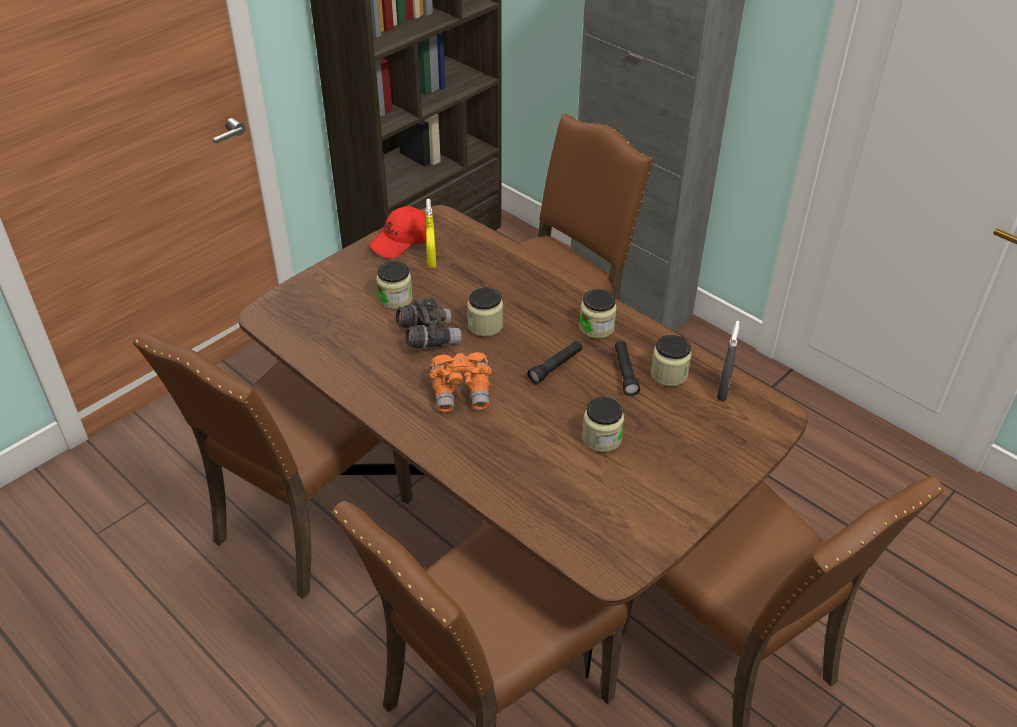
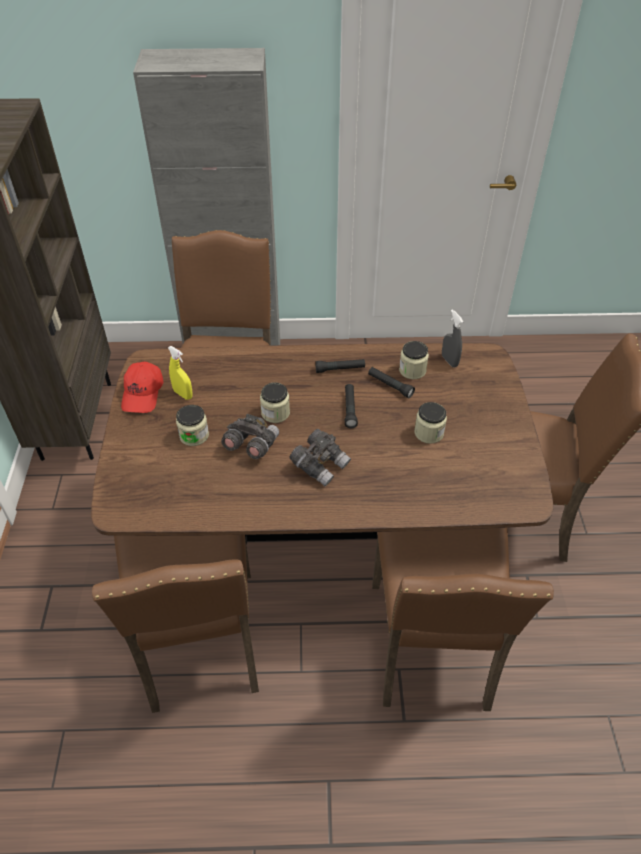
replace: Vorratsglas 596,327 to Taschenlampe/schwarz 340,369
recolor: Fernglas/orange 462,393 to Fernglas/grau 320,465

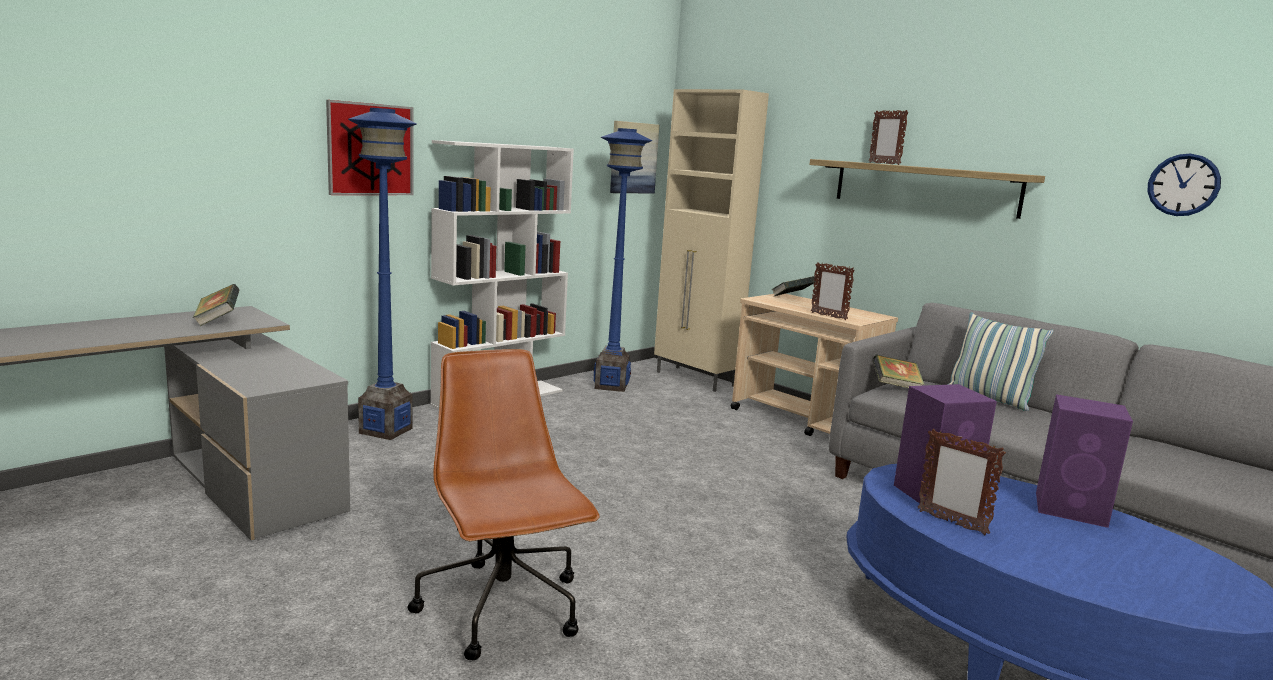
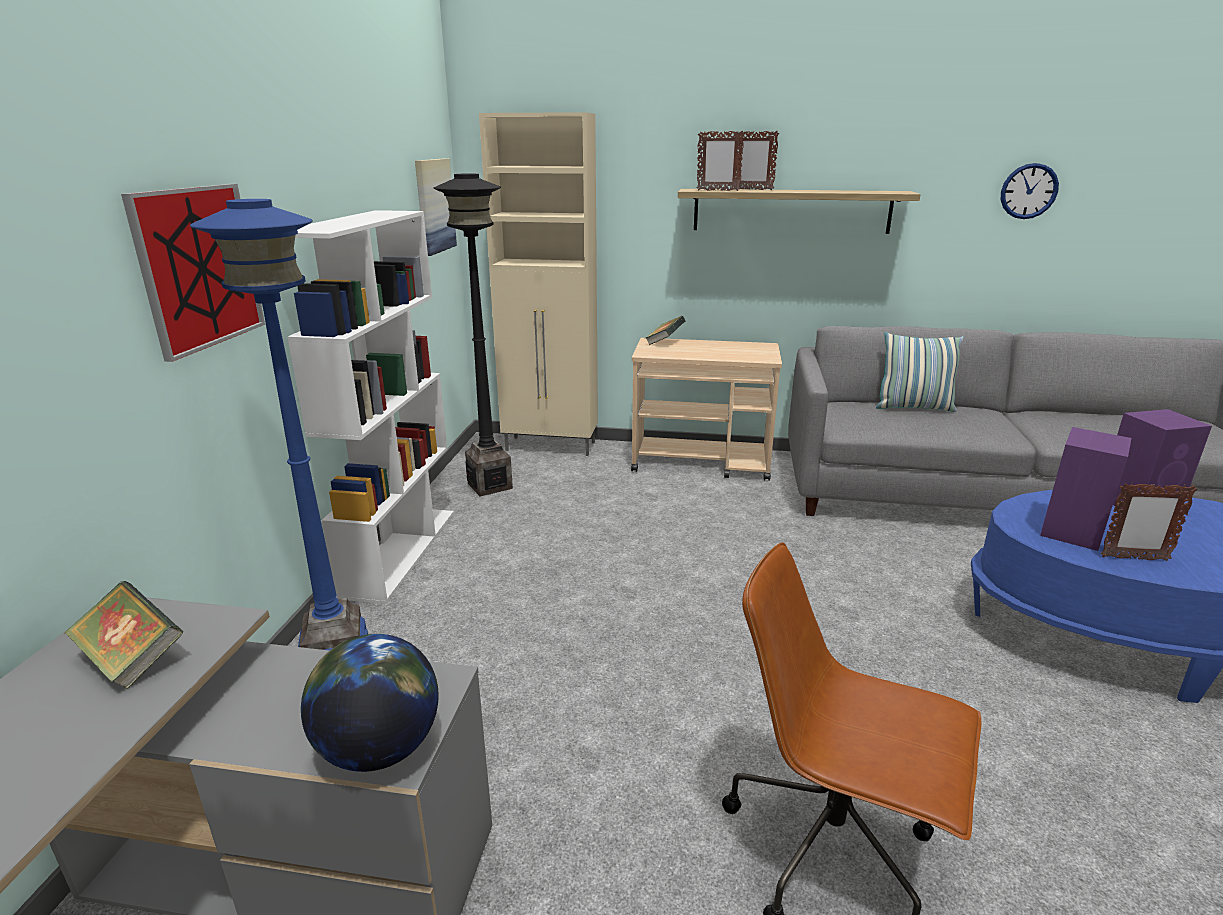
delete: Buch 895,387
insert: Globus 379,748
move: Bilderrahmen 828,316 to 717,190
recolor: Stehlampe/blau 611,386 to Stehlampe/schwarz 490,485

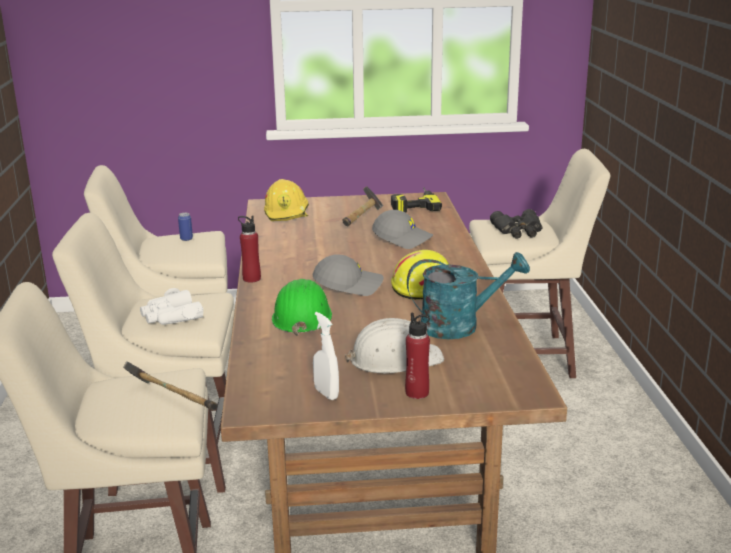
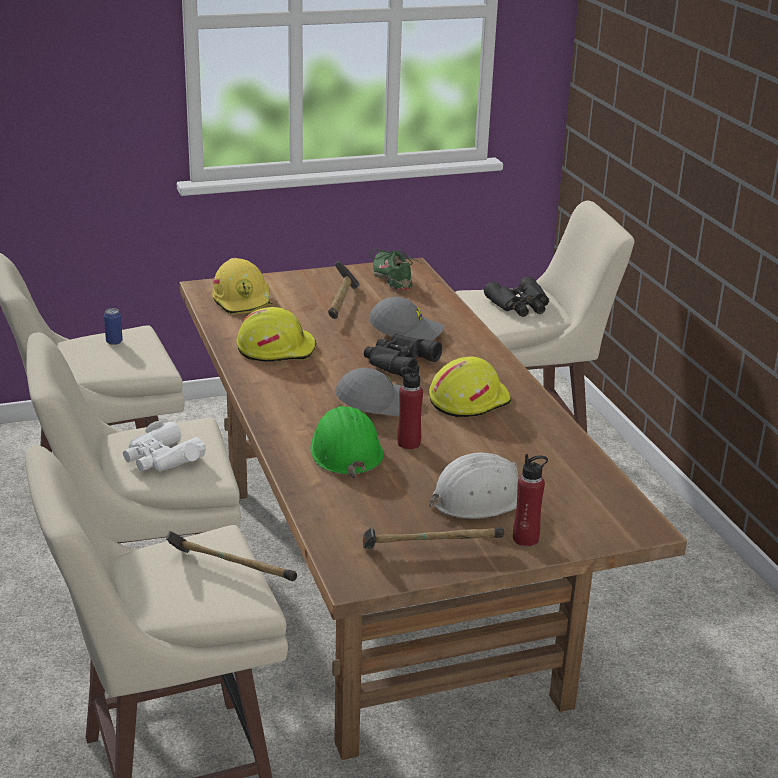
delete: Gießkanne/türkis 460,326
insert: Schutzhelm/gelb 276,349; Fernglas/schwarz 397,362
move: Flasche/rot 251,279 to 408,443
replace: Bohrmaschine 413,204 to Schuh/grün 393,278; Sprühflasche/weiß 326,393 to Hammer 428,550

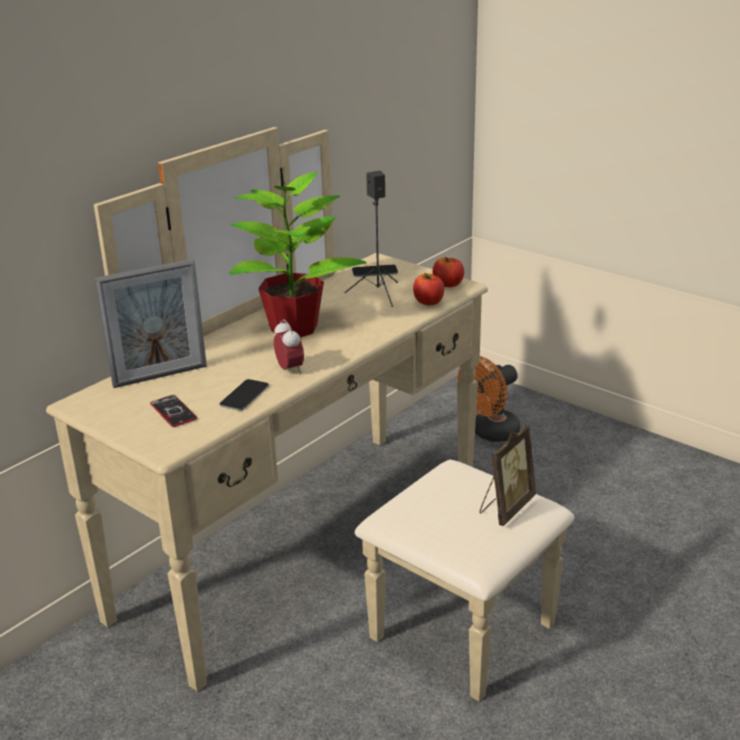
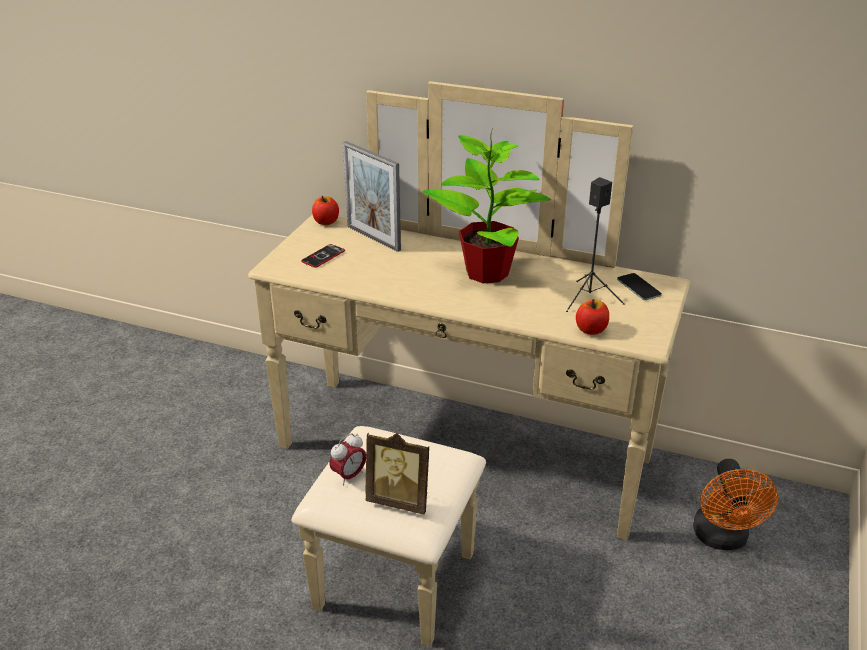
delete: Handy 244,395
move: Apfel 448,284 to 326,222; Wecker 290,370 to 349,476
rotate: Ventilator/orange 490,433 = 722,539 120 degrees counterclockwise

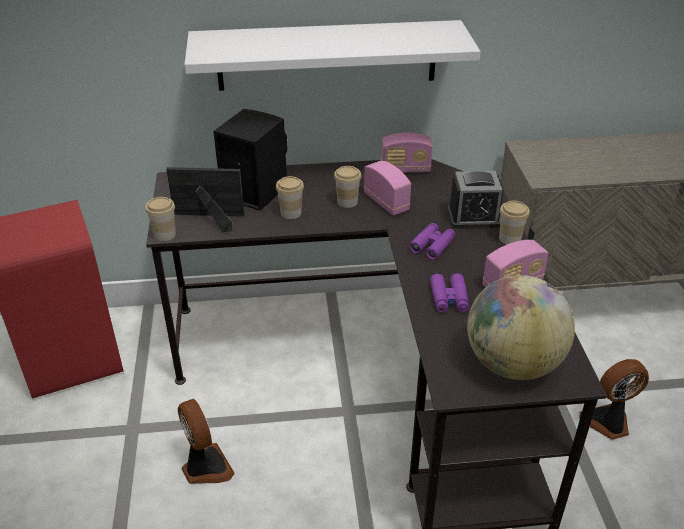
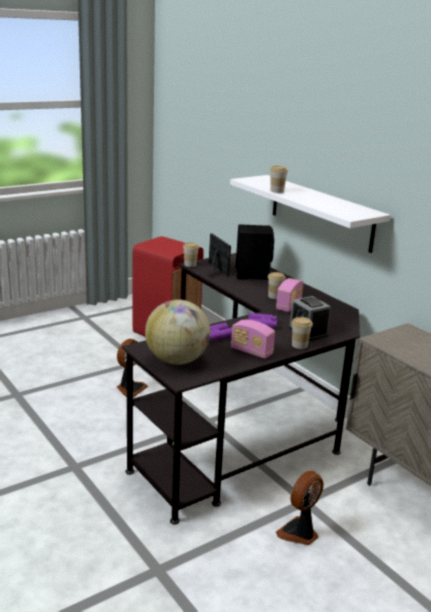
delete: Radio 405,169
move: Tasse 291,213 to 277,191
rotate: Ventilator 608,423 = 299,533 90 degrees counterclockwise

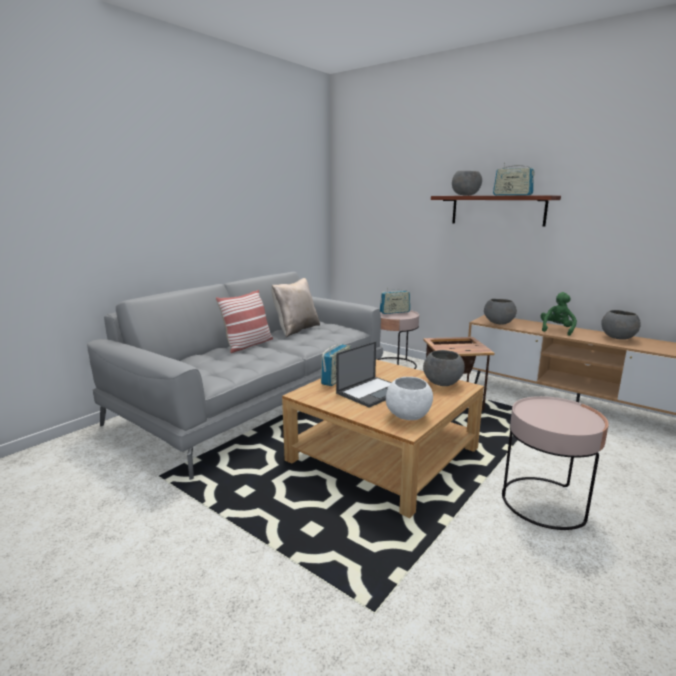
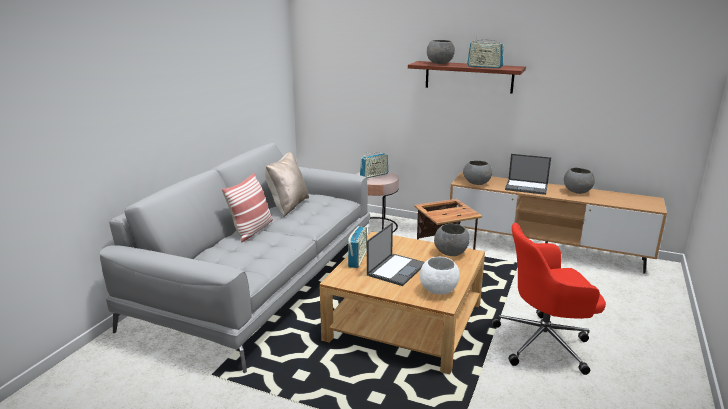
replace: Plüschtier/grün 556,330 to Laptop 527,187; Beistelltisch/rosa 544,502 to Bürostuhl/rot 544,343

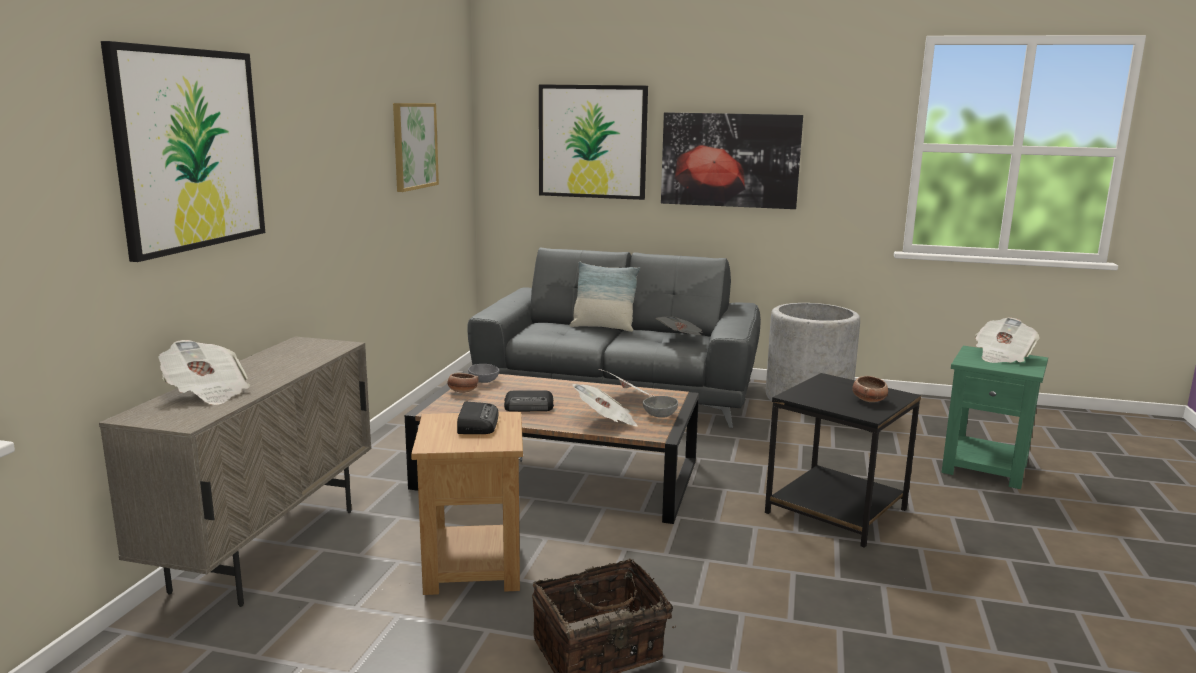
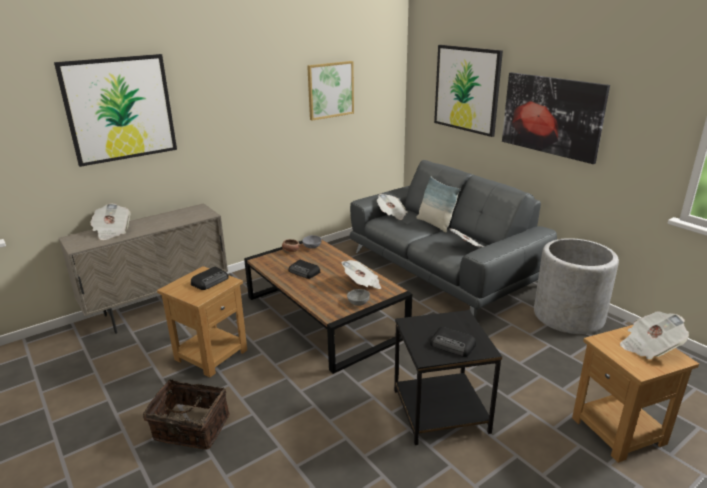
move: Zeitung 606,421 to 392,214
replace: Schüssel 869,400 to Radio 453,345
recolor: Beistelltisch/grün 986,468 to Beistelltisch/braun 619,431

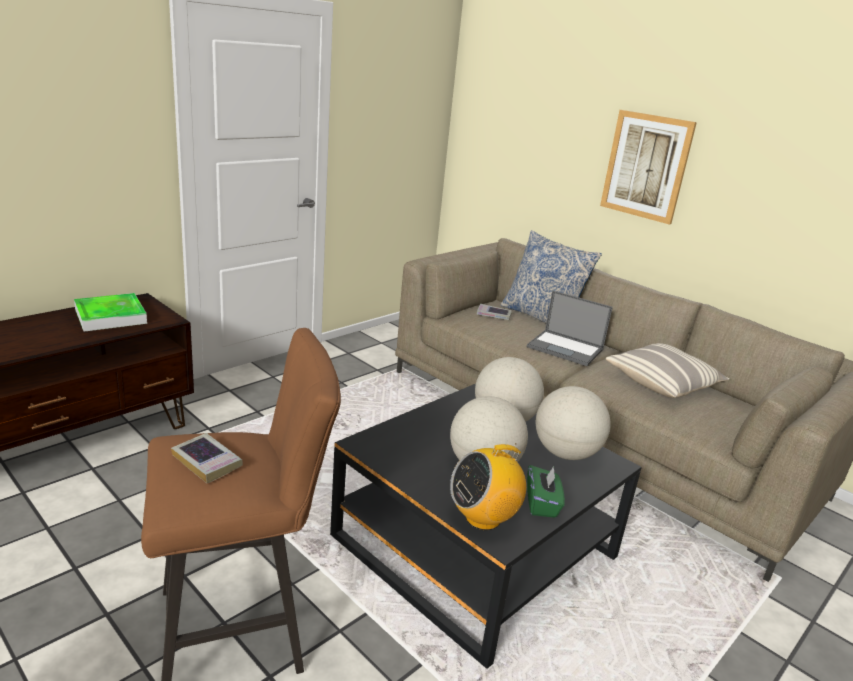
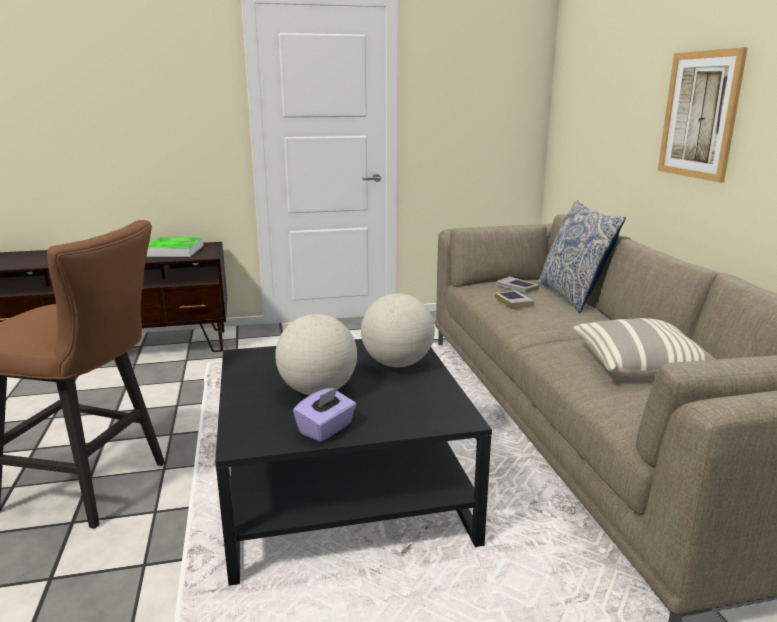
delete: Laptop 566,348; Globus 565,453; Radio 483,518
move: Buch 207,462 to 513,302
recolor: Taschentuchbox/grün 542,504 to Taschentuchbox/lila 326,429

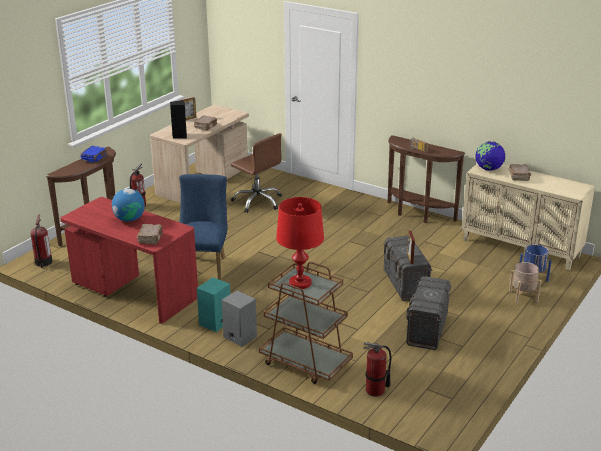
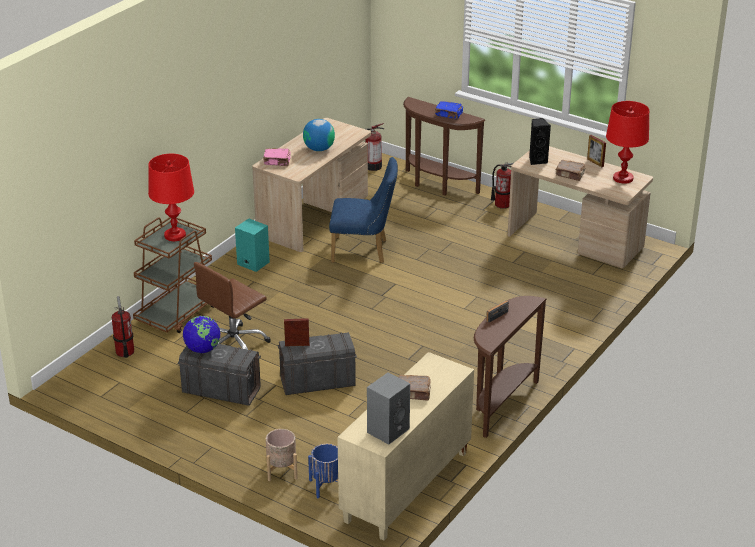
insert: Tischlampe/rot 623,178
move: Bürostuhl/braun 258,201 to 234,346; Globus 488,169 to 202,349; Lautsprecher/grau 239,337 to 388,430
recolor: Schreibtisch/rot 133,292 to Schreibtisch/beige 314,217; Buch/braun 151,238 to Buch/rosa 277,162

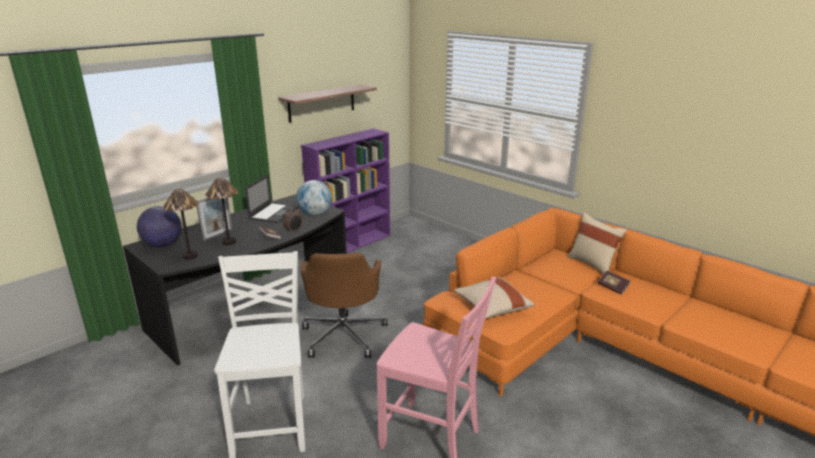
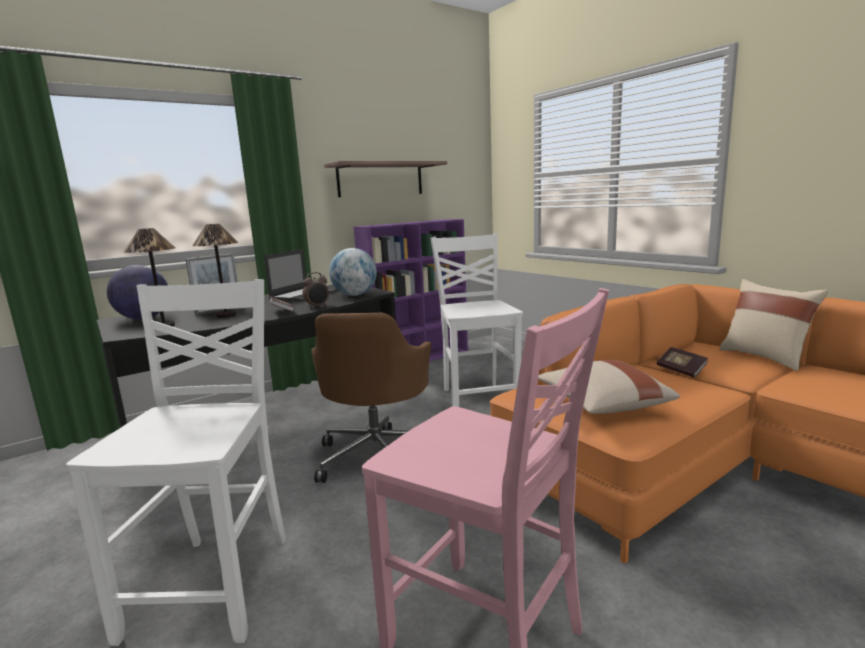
insert: Stuhl/weiß 478,399
move: Buch 613,287 to 681,370

